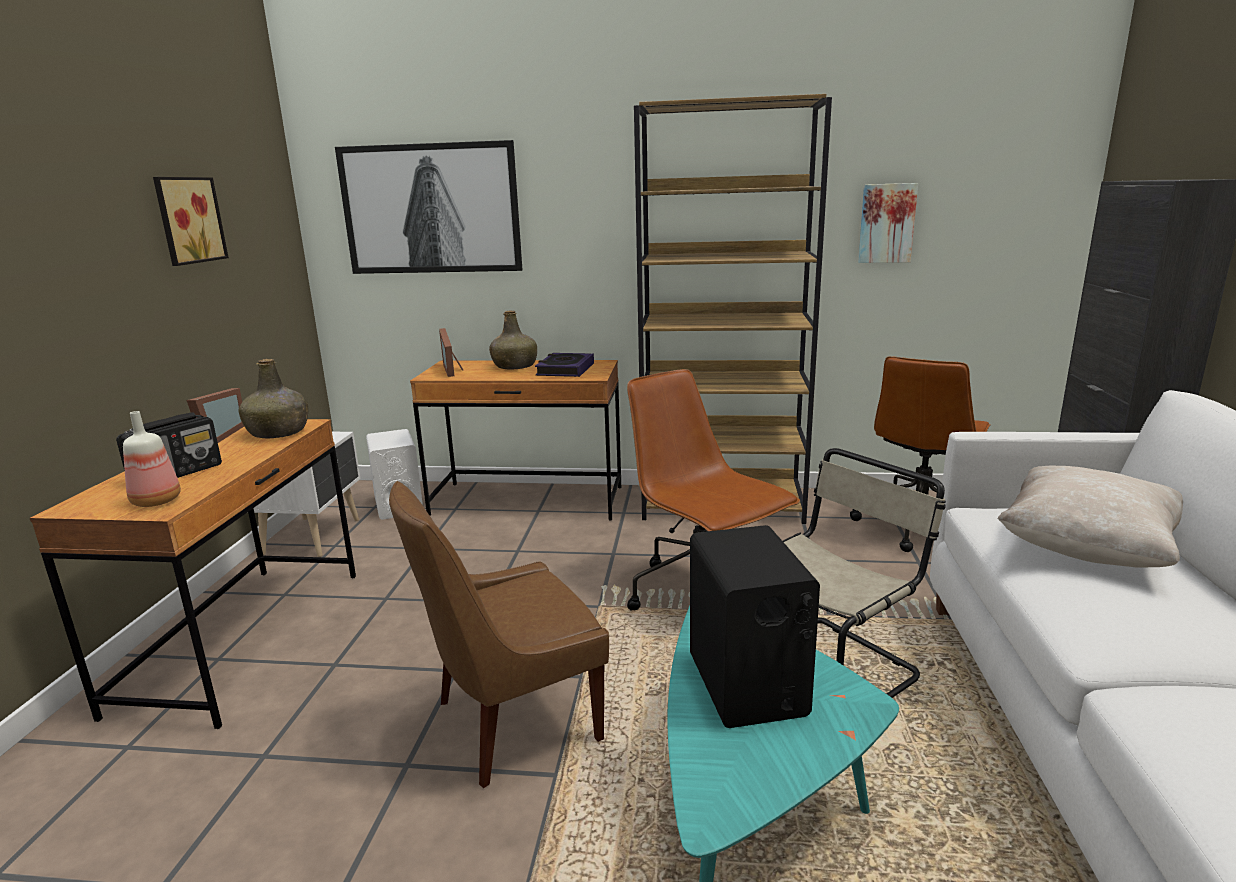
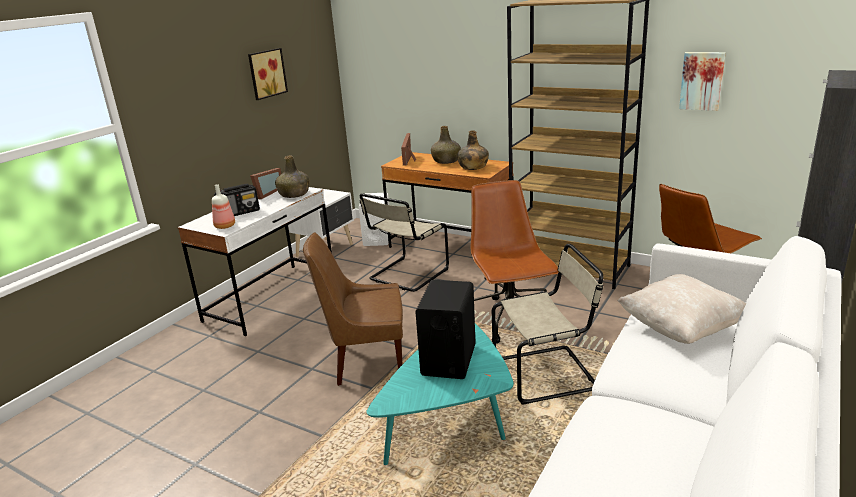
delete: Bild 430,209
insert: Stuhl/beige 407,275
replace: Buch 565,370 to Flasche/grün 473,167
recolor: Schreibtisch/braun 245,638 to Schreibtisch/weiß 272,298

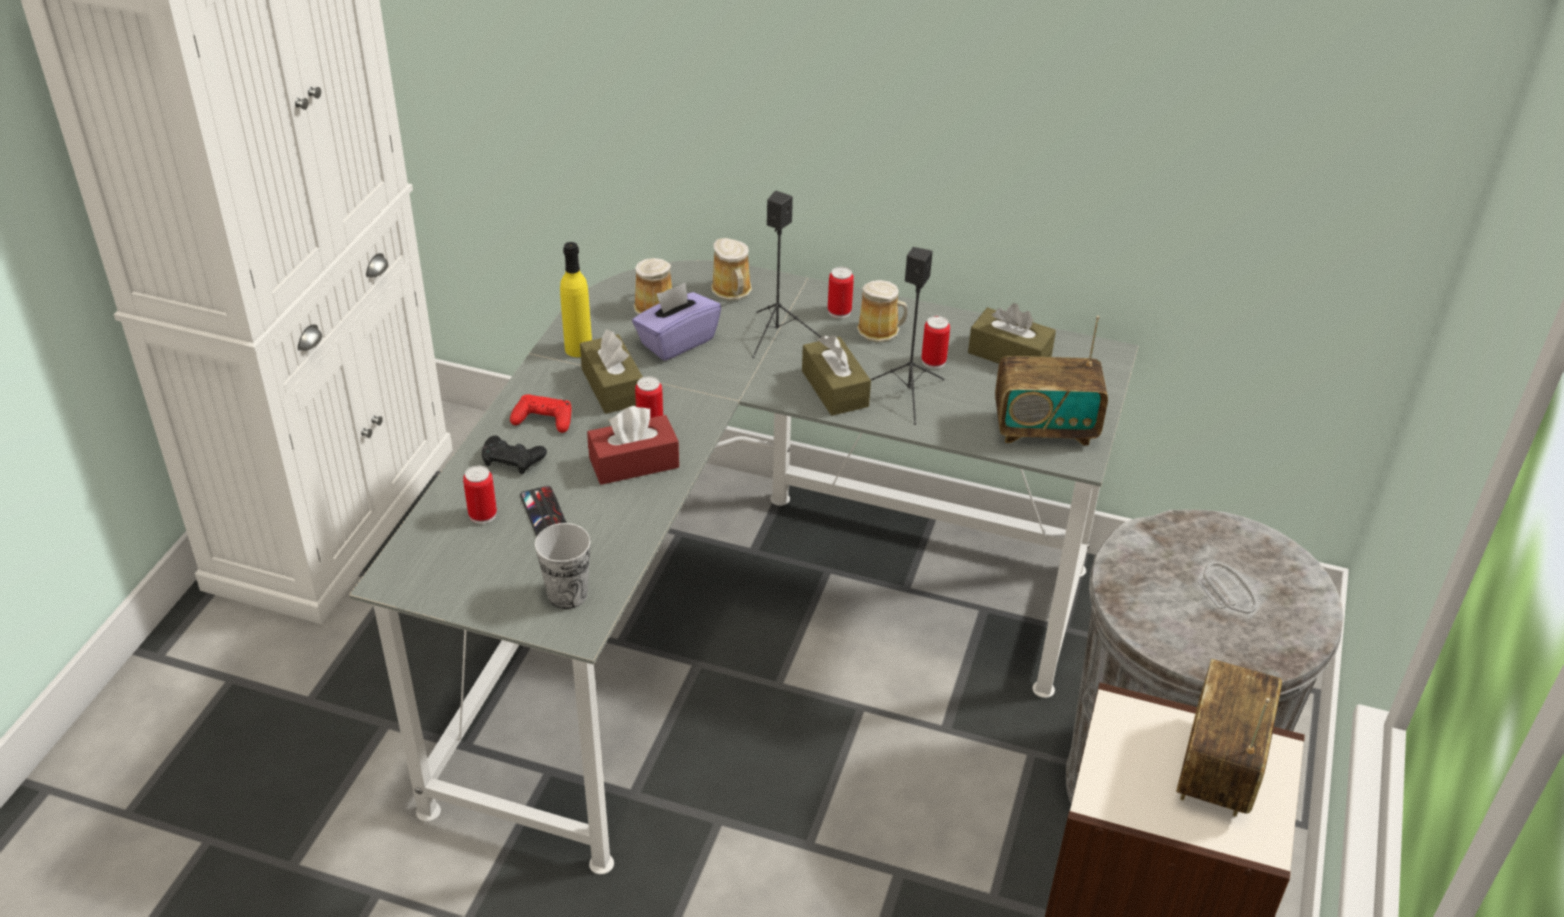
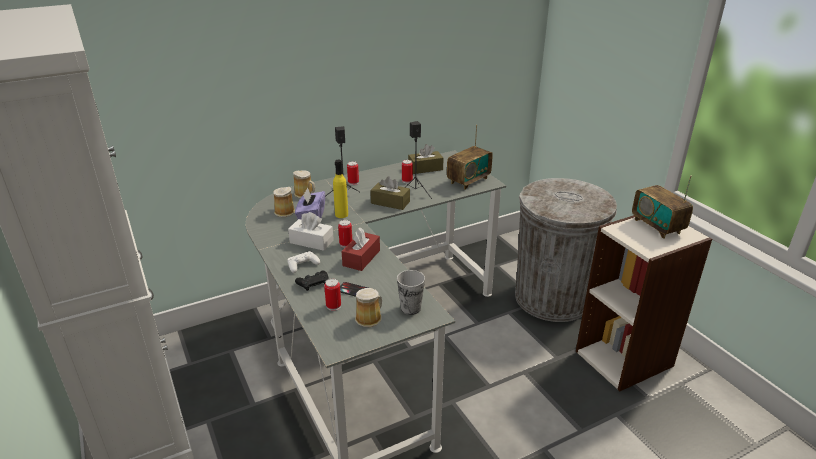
move: Flasche/gelb 578,349 to 341,214; Henkelbecher 881,330 to 369,318
recolor: Taschentuchbox/braun 612,386 to Taschentuchbox/weiß 311,241; Gamepad/rot 543,419 to Gamepad/weiß 303,265

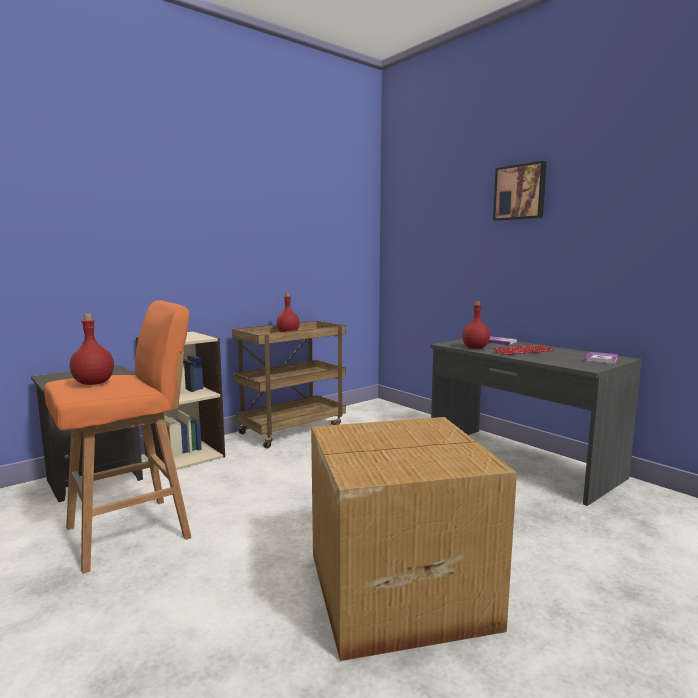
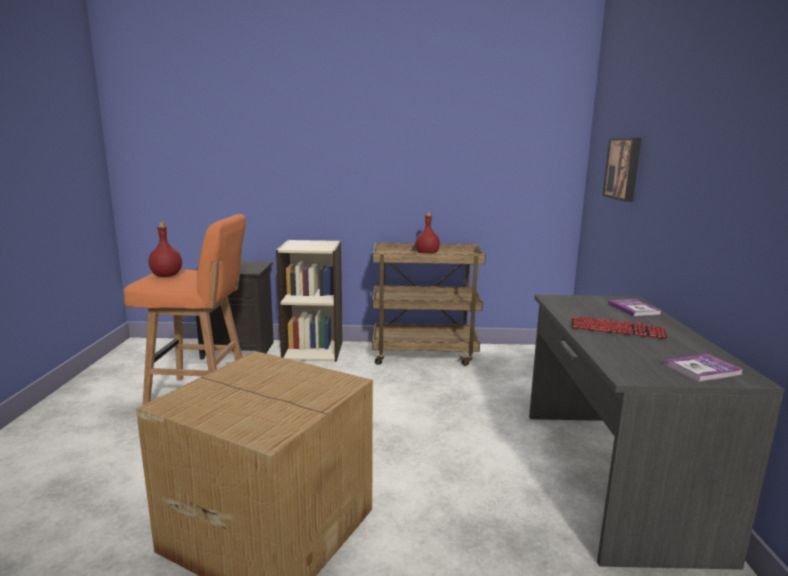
delete: Flasche/rot 475,348
move: Bild 520,192 to 624,168

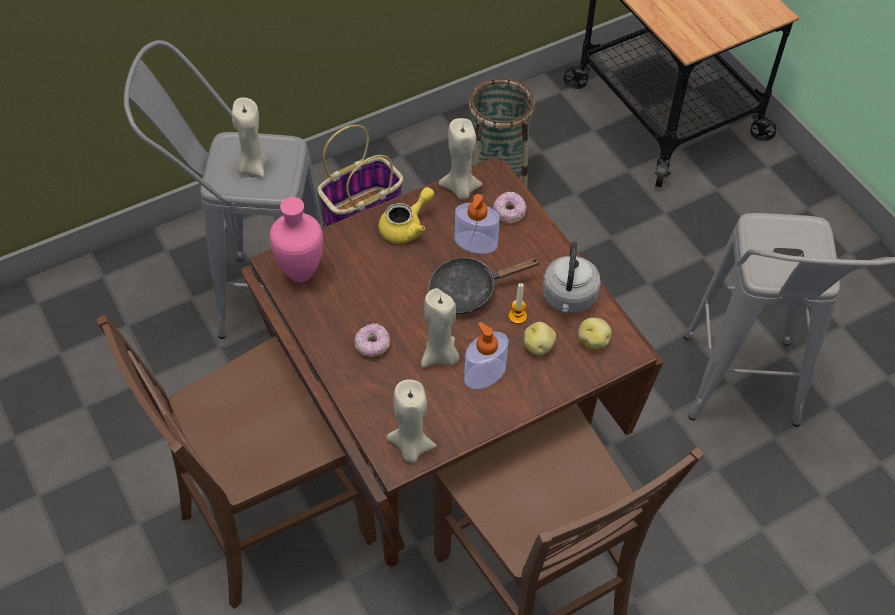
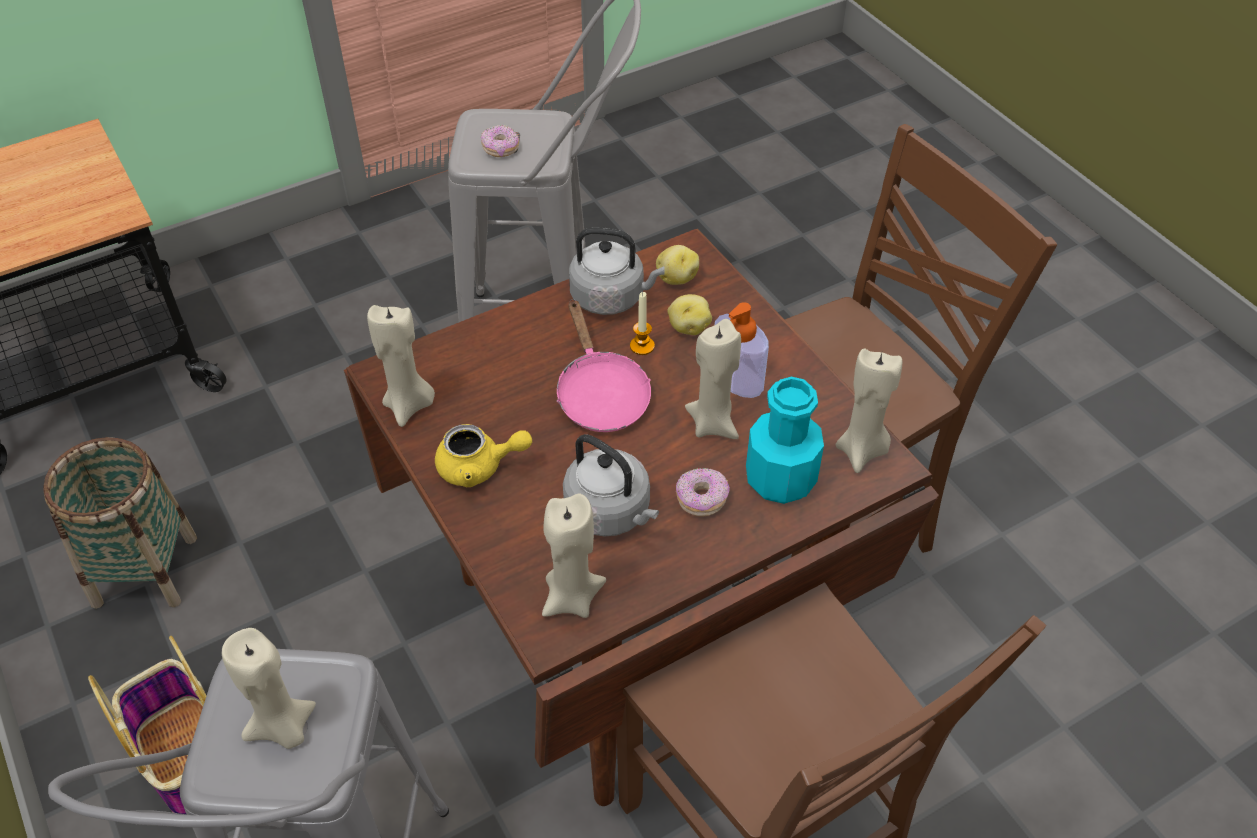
delete: Seifenspender 475,242
insert: Flasche/türkis 780,479; Wasserkessel/grau 611,513
move: Donut 509,212 to 500,149
replace: Vase/rosa 300,274 to Kerze/beige 571,598
recolor: Pfanne/schwarz 469,291 to Pfanne/rosa 600,394
rotate: Teekanne/gelb 406,227 = 479,467 135 degrees clockwise

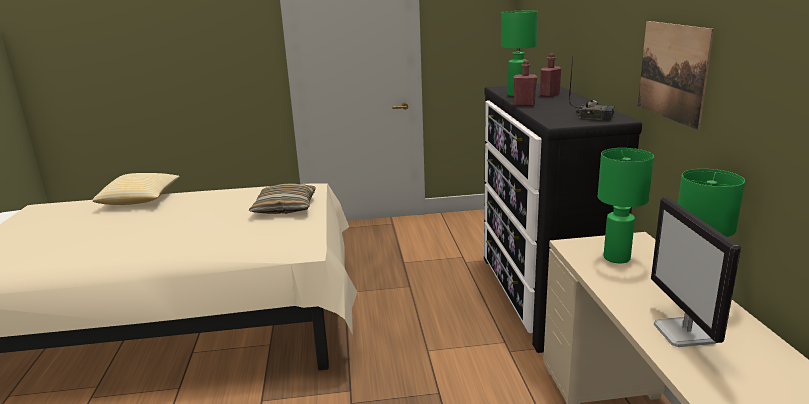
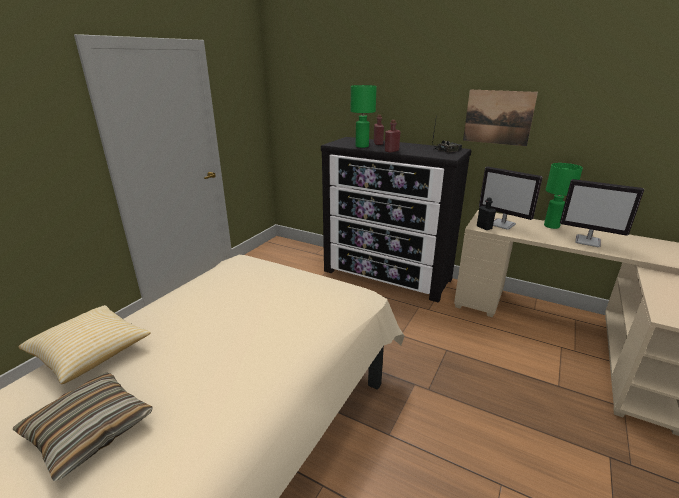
insert: Flasche/schwarz 484,227
move: Kissen 285,208 to 90,430
replace: Tischlampe/grün 617,258 to Monitor 503,224

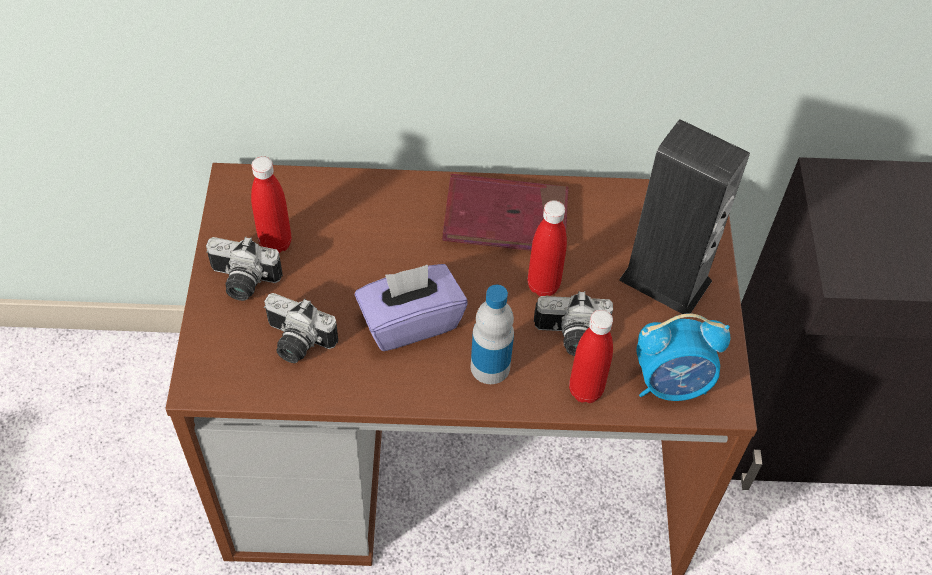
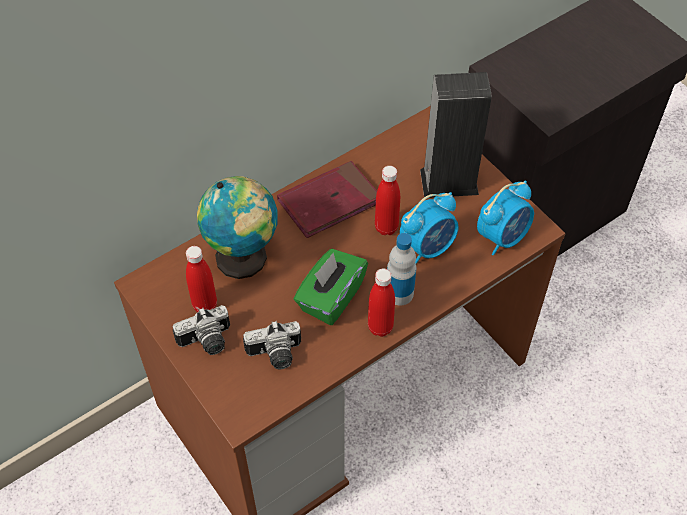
insert: Globus 244,259
move: Flasche/rot 585,390 to 380,327
replace: Kamera 571,337 to Wecker 428,247
recolor: Taschentuchbox/lila 410,321 to Taschentuchbox/grün 330,298

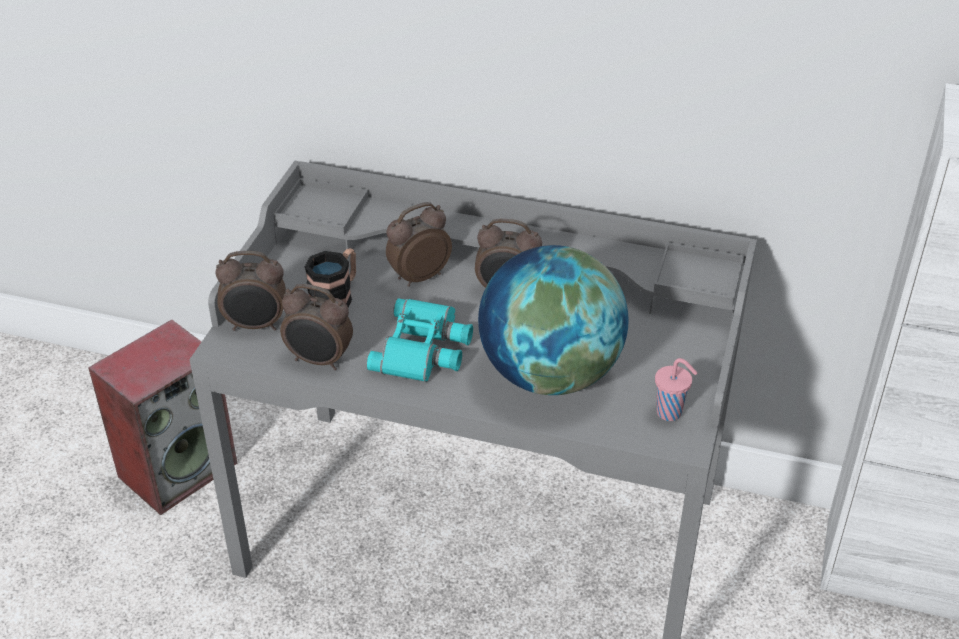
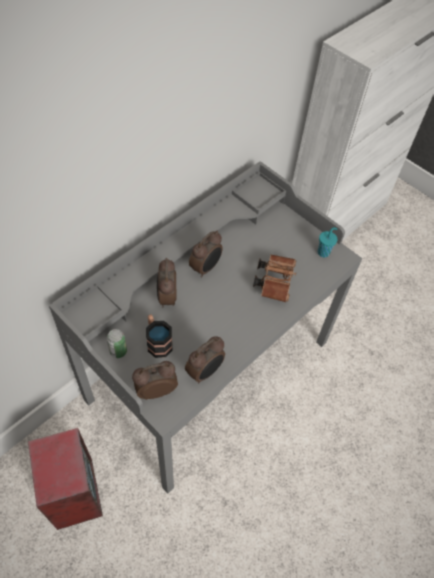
delete: Fernglas/türkis 424,349
insert: Dose 118,351
replace: Globus 550,374 to Fernglas/braun 274,281
recolor: Tasse/rosa 670,413 to Tasse/türkis 324,252
rotate: Wecker 256,326 = 156,390 135 degrees counterclockwise

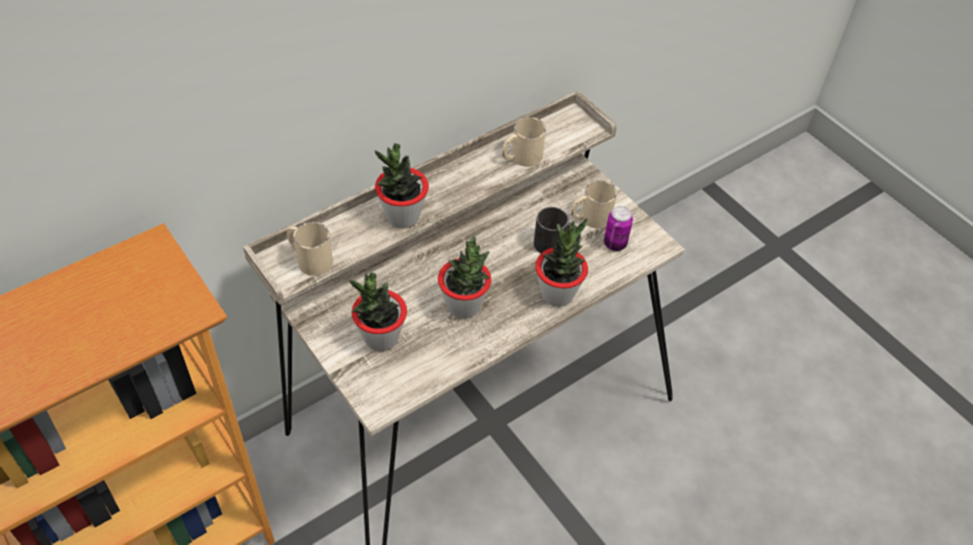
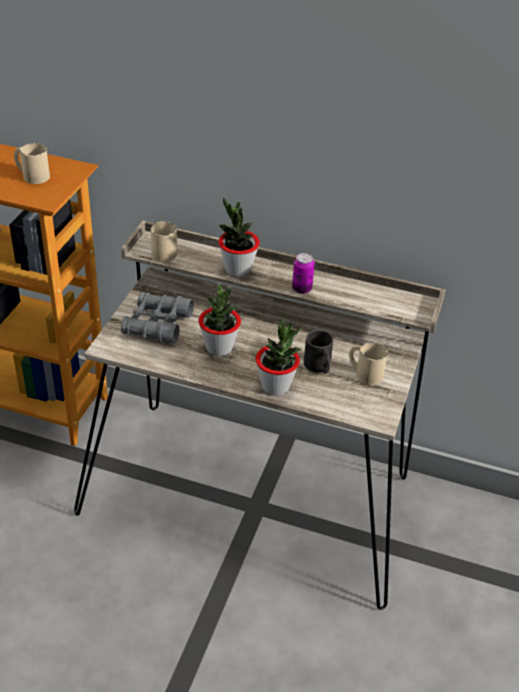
move: Henkelbecher/beige 521,158 to 32,175; Dose 615,244 to 301,289
replace: Topfpflanze 381,338 to Fernglas/grau 157,325

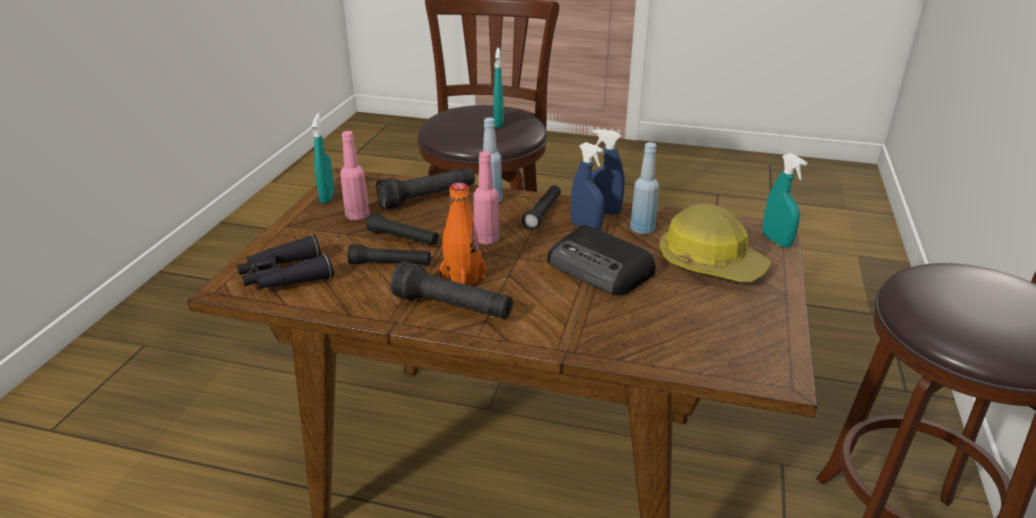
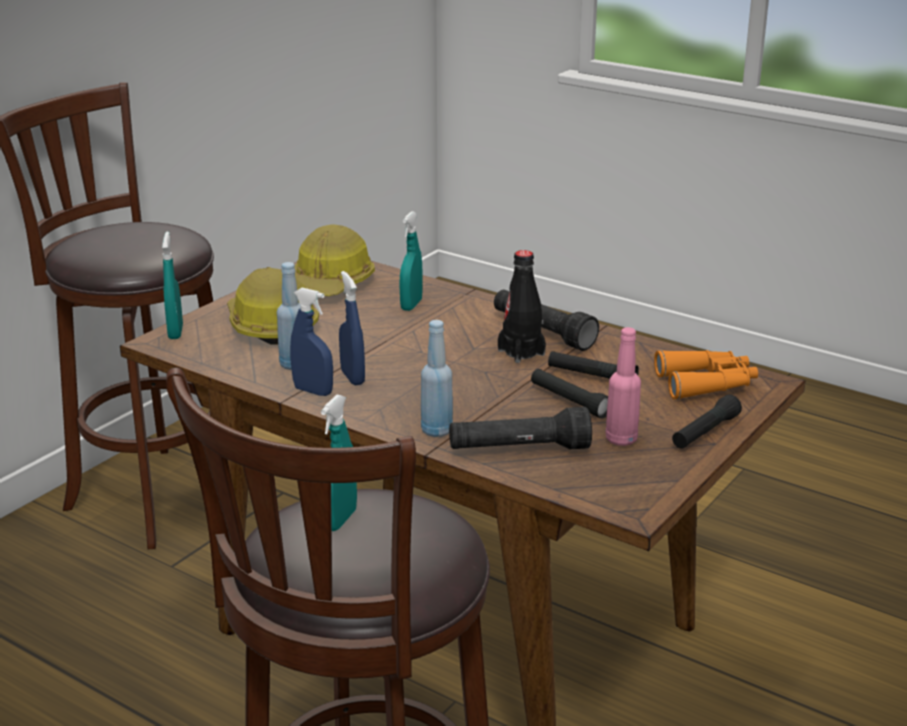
delete: Flasche/rosa 486,240; Radio 600,269
insert: Schutzhelm 331,284
move: Sprühflasche/türkis 327,197 to 411,305; Taschenlampe/schwarz 543,213 to 705,432
recolor: Flasche/orange 463,278 to Flasche/schwarz 521,352; Fernglas/schwarz 285,276 to Fernglas/orange 707,383

